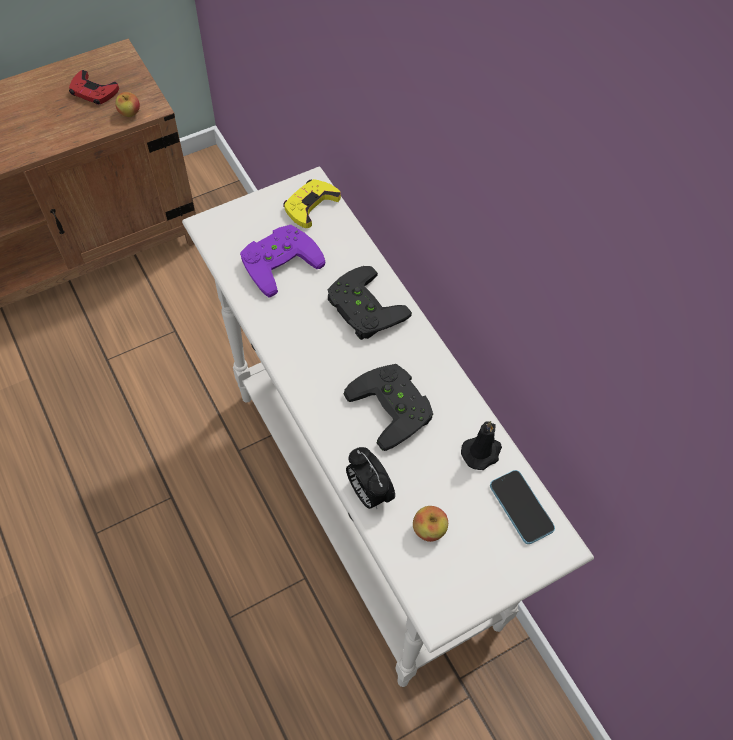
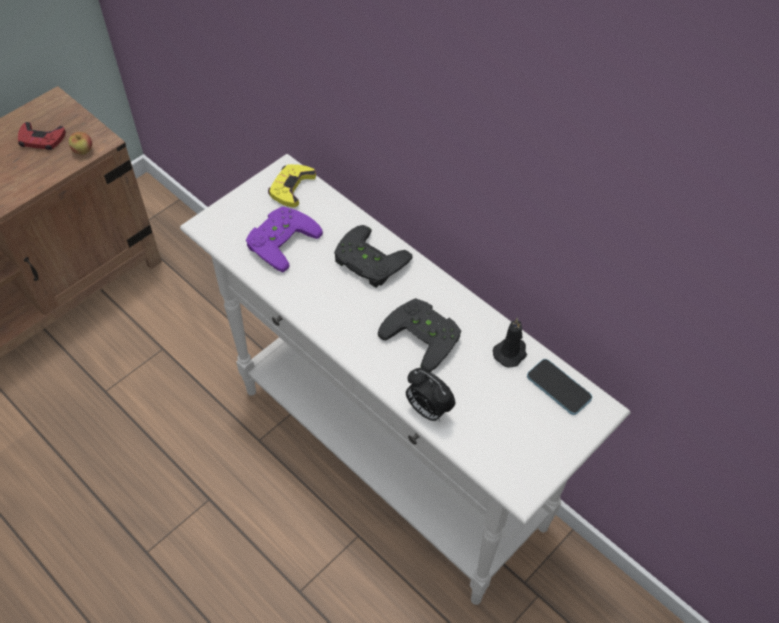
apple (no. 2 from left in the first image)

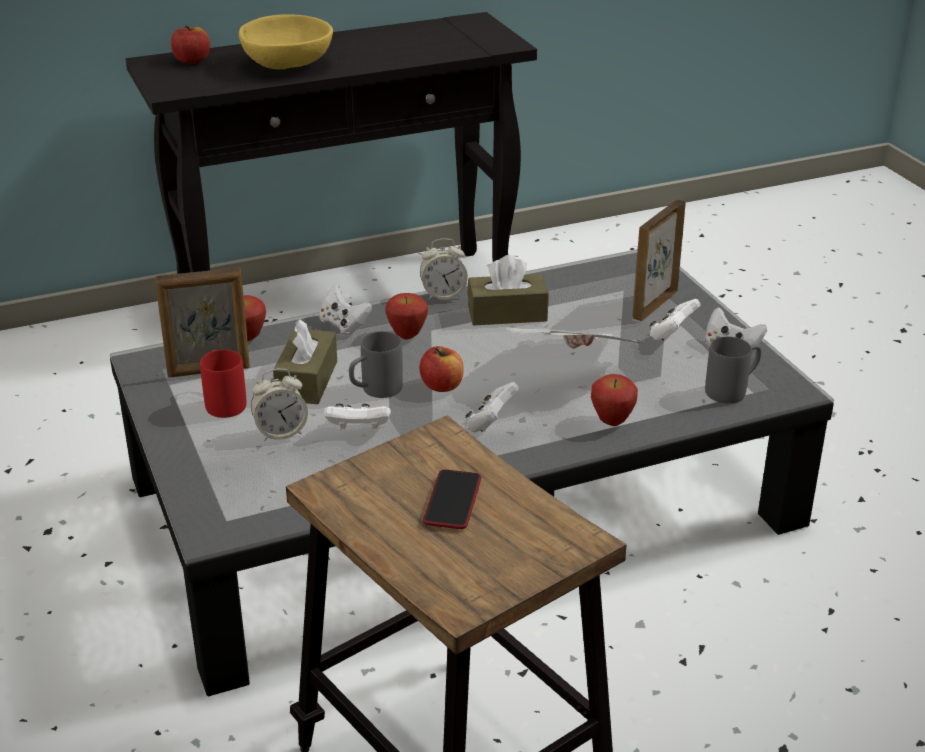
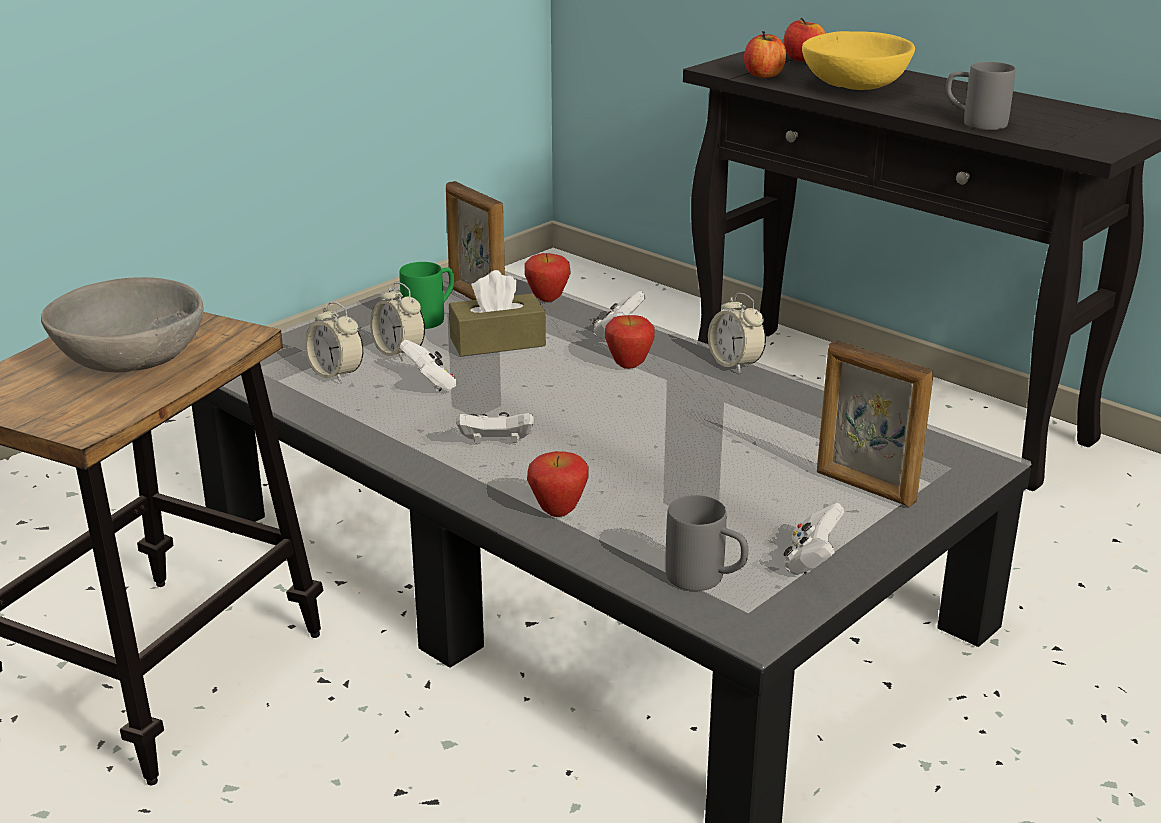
bowl/gray
alarm clock (no. 1 from left)
coffee mug/green
apple (no. 4 from left)
picture frame (no. 2 from left)
coffee mug/gray (no. 2 from left)
box of tissues/brownish (no. 2 from left in the first image)
newspaper
gamepad/white (no. 4 from left in the first image)

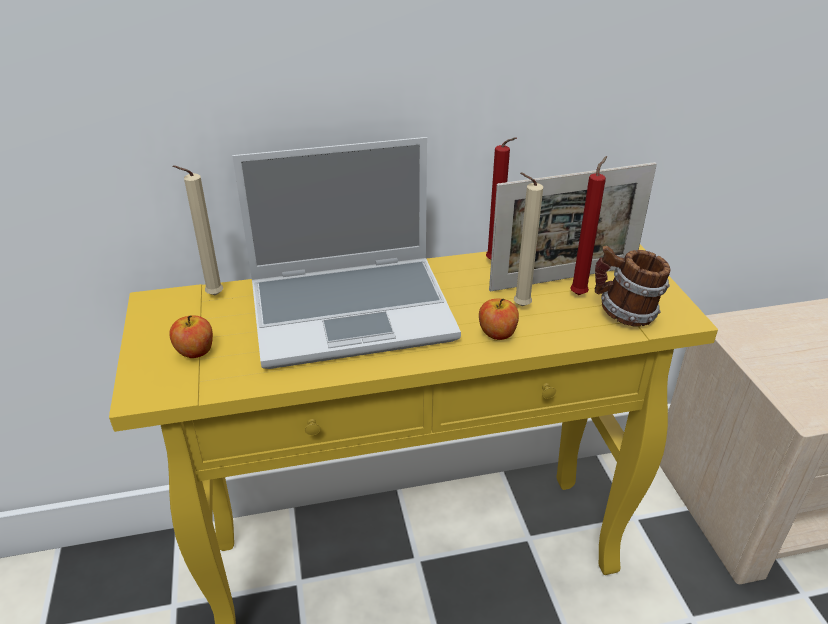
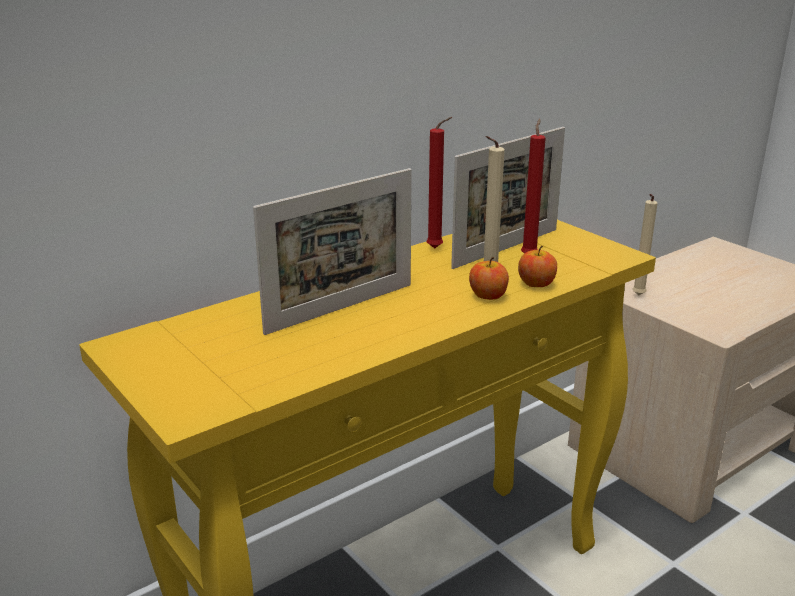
picture frame (no. 1 from left)
apple (no. 2 from left)
wax candle/sand-coloured (no. 2 from left)
coffee mug

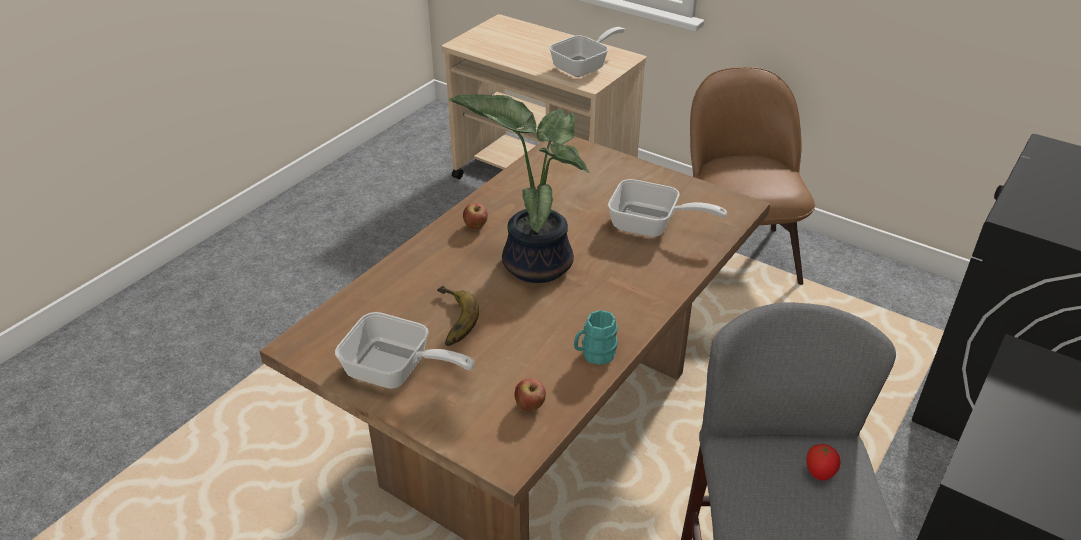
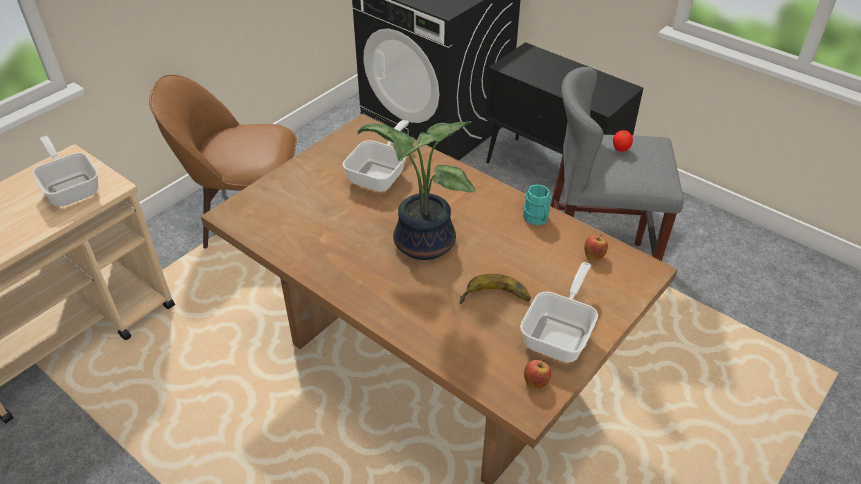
apple (no. 1 from left)

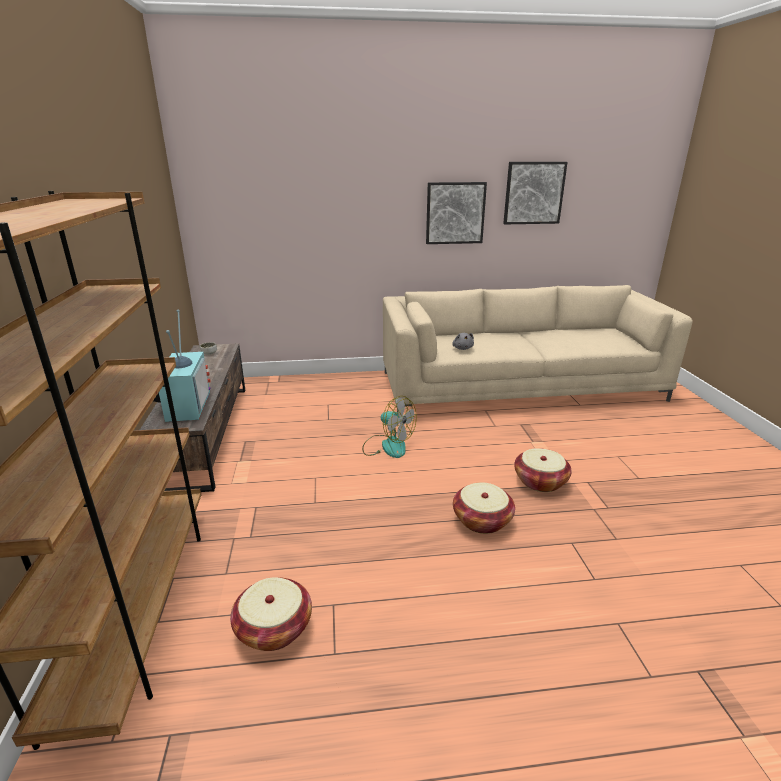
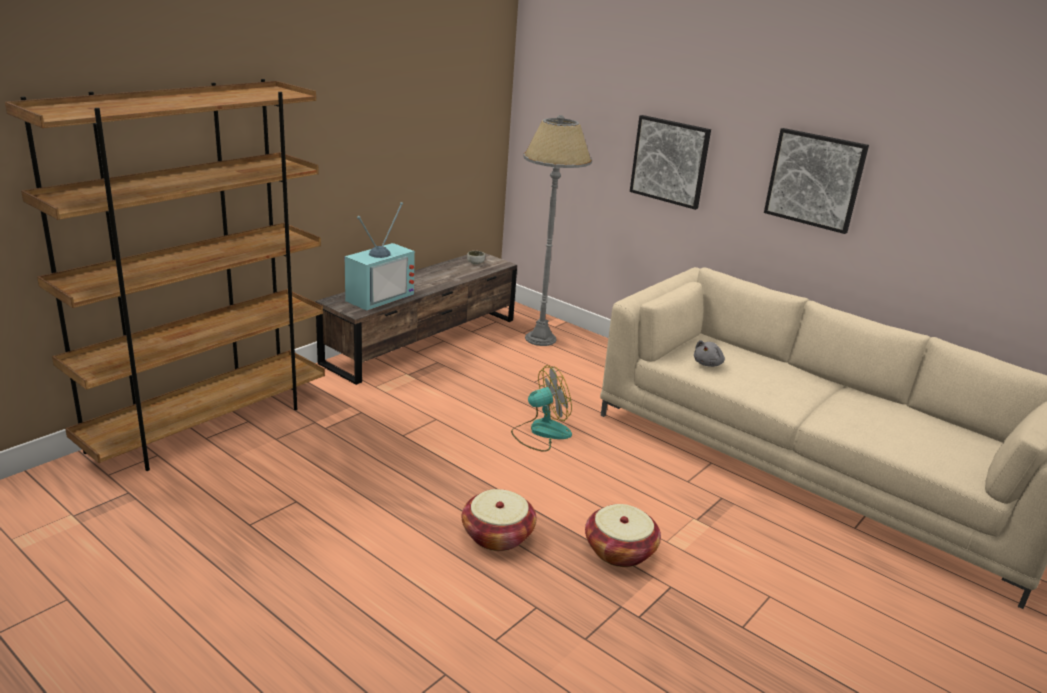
fan
floor lamp/gray
picture (no. 1 from left)
basket (no. 1 from left in the first image)

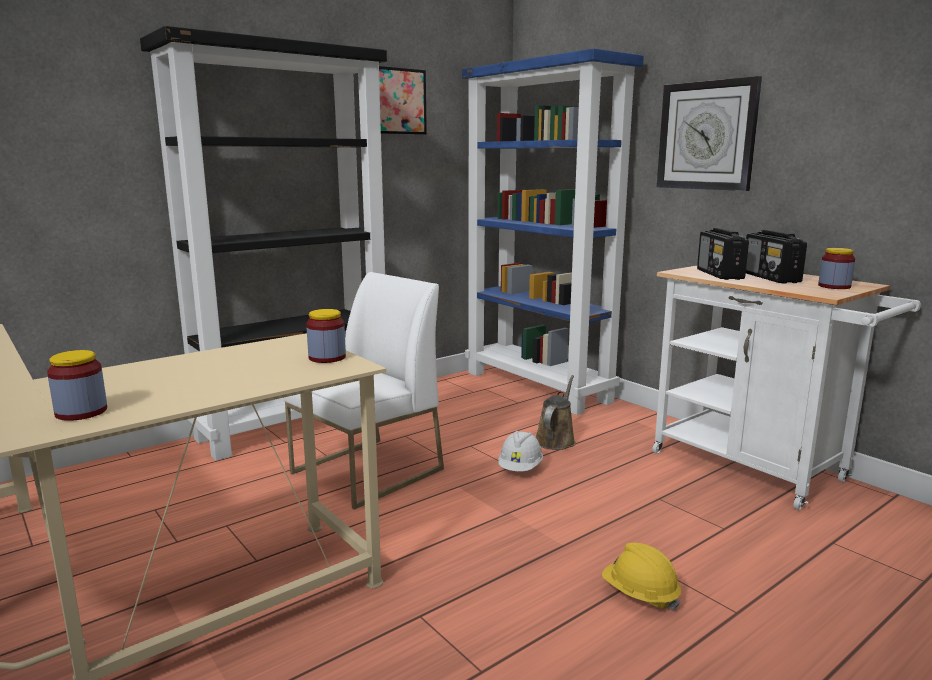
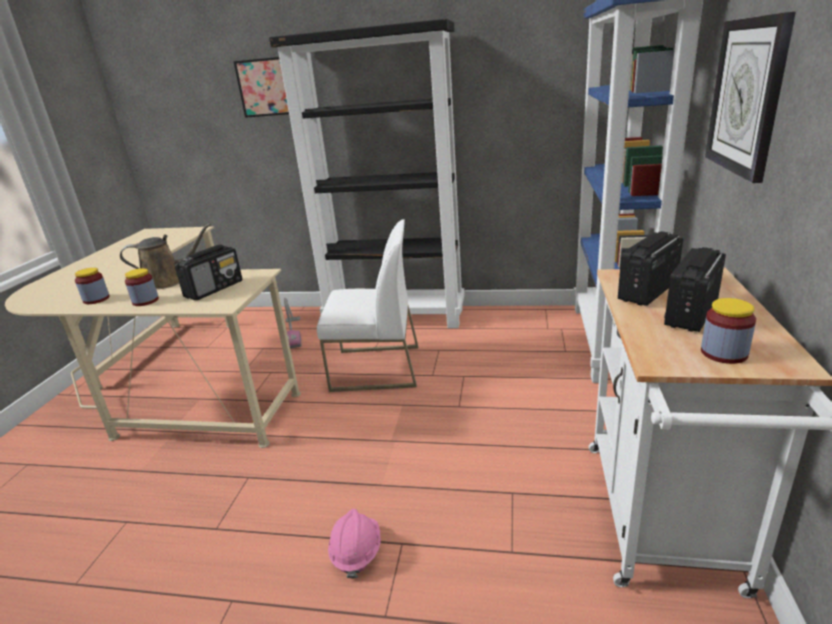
sprinkling can/brownish
preserve jar (no. 2 from left)
radio (no. 1 from left)
picture
hoover
work helmet/pinkish
work helmet/white

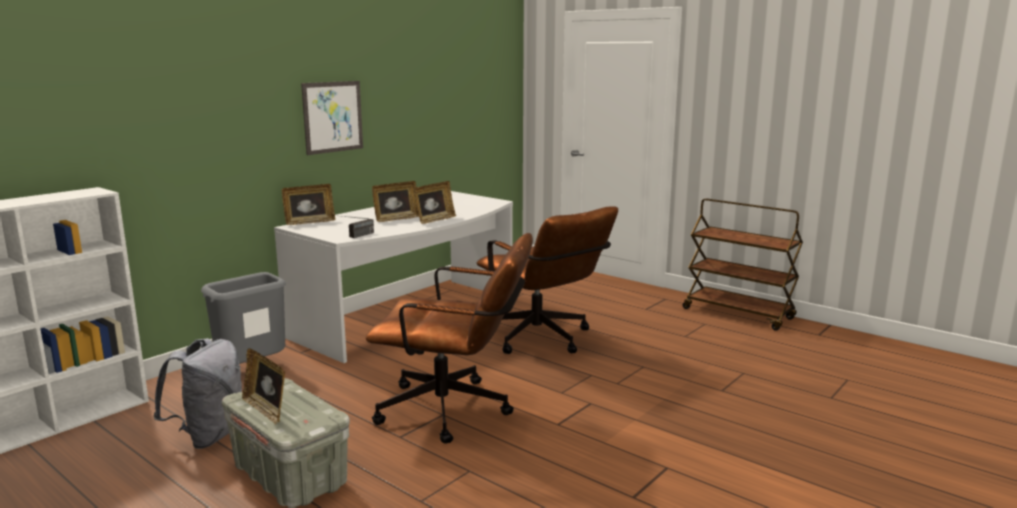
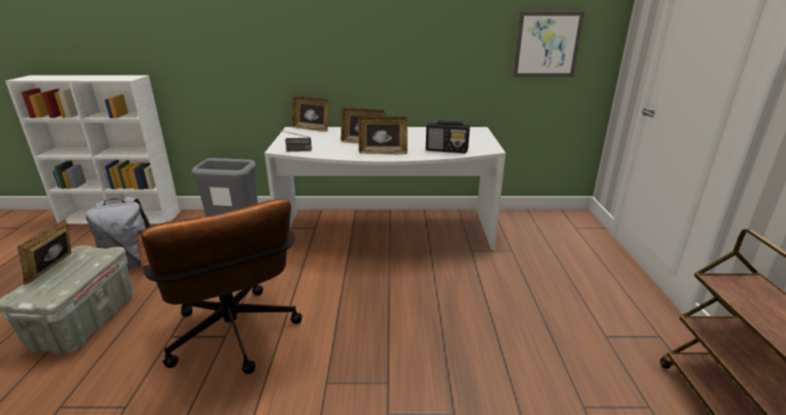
radio (no. 2 from left)
picture
desk chair/brownish (no. 2 from left in the first image)

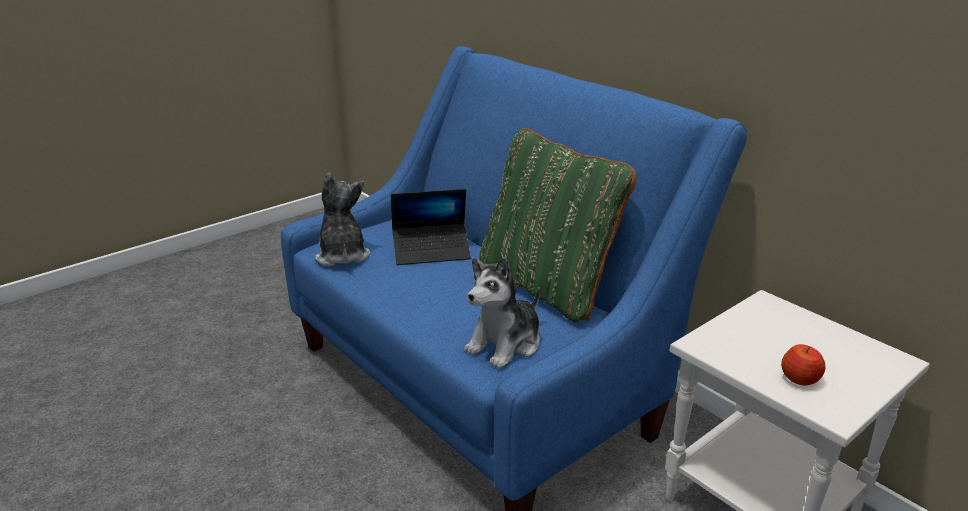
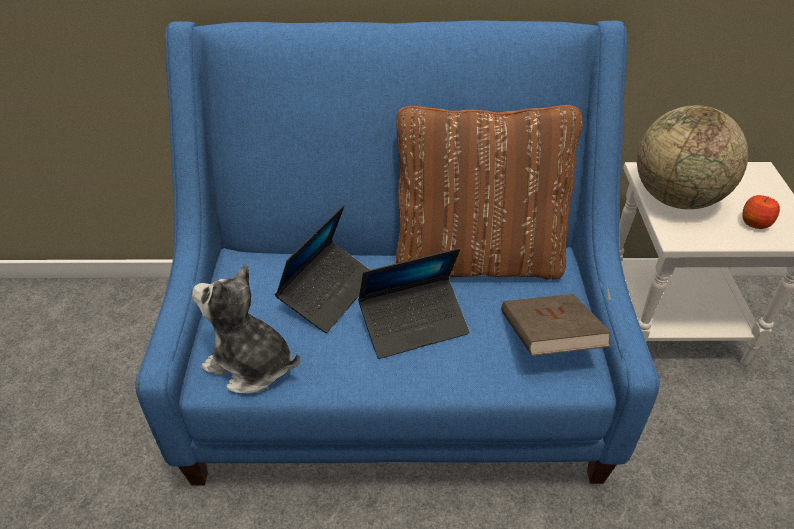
laptop (no. 2 from left)
cushion/brownish
book/brownish
world globe

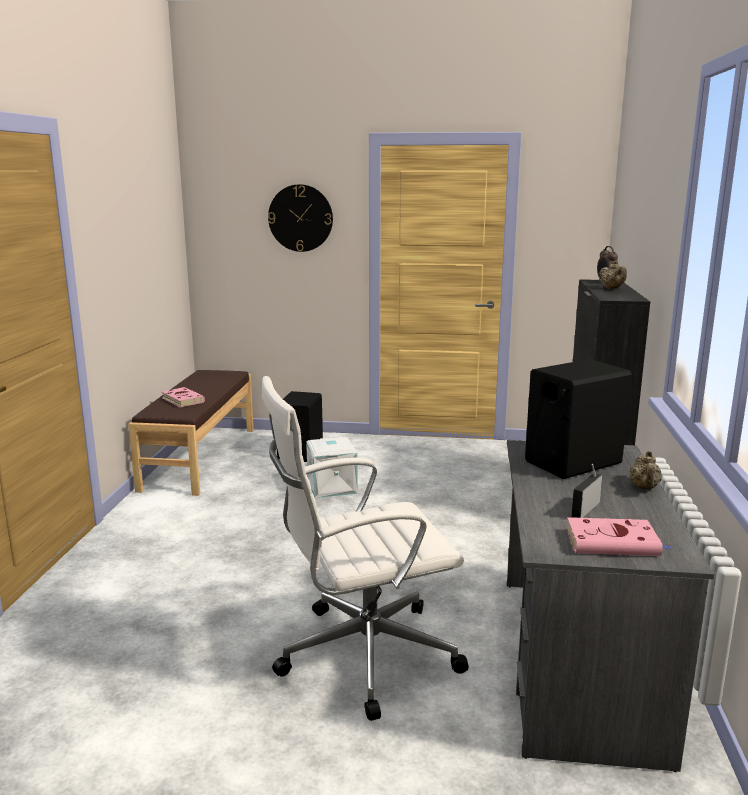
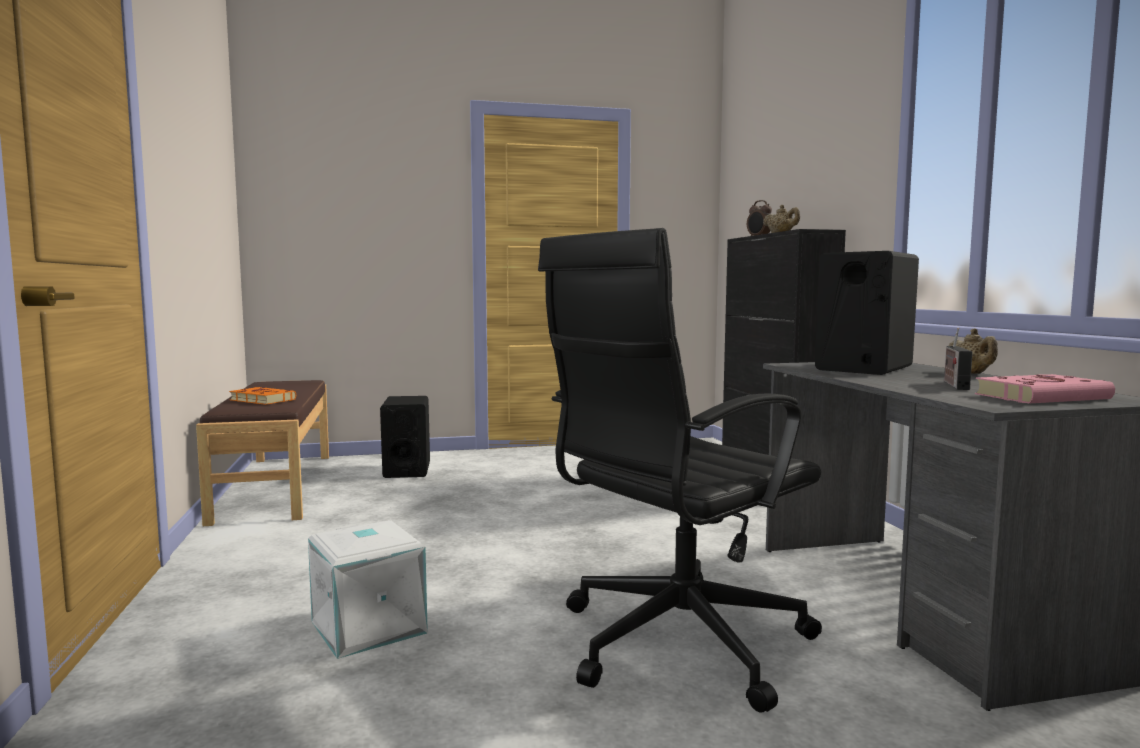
book/orange-coloured
storage box/white
desk chair/black
hanging clock

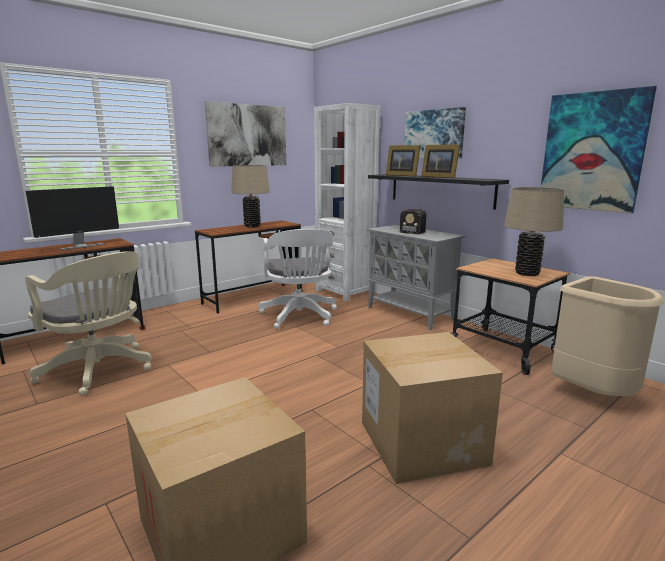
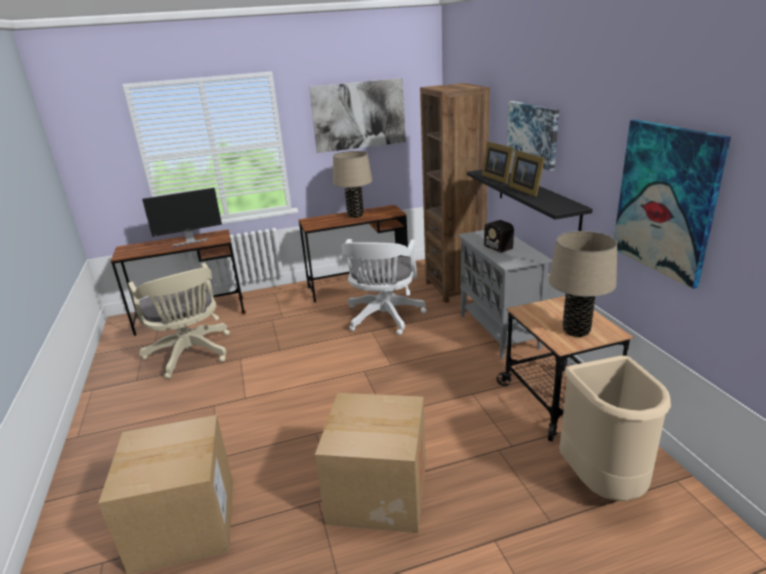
bookcase/brownish

